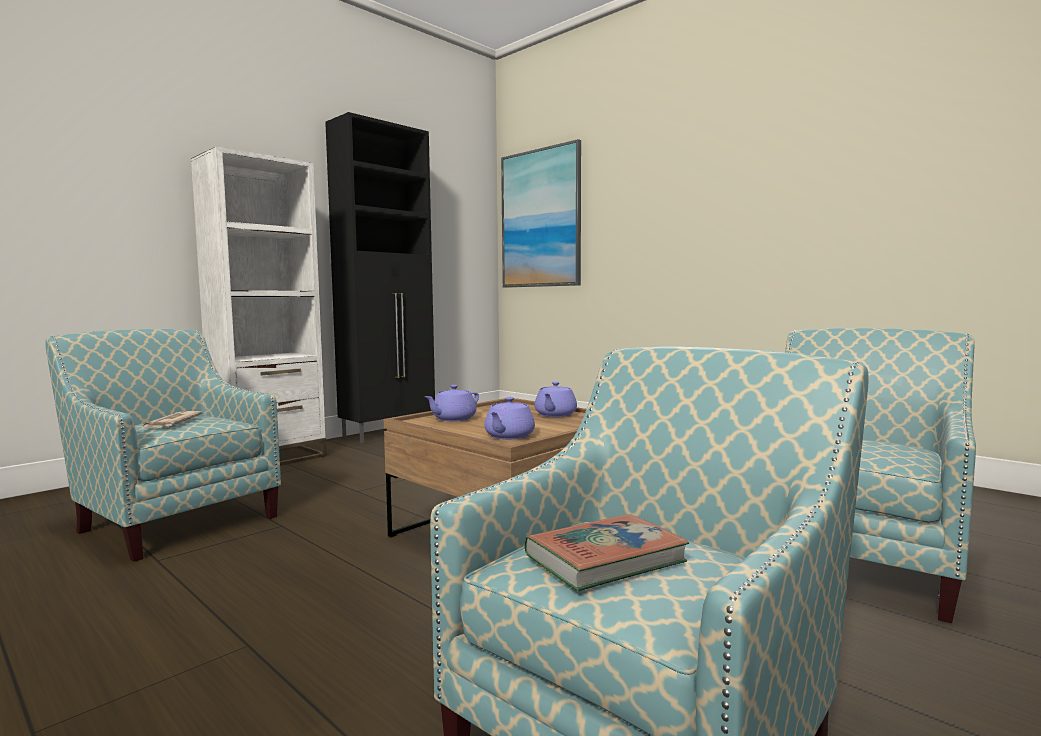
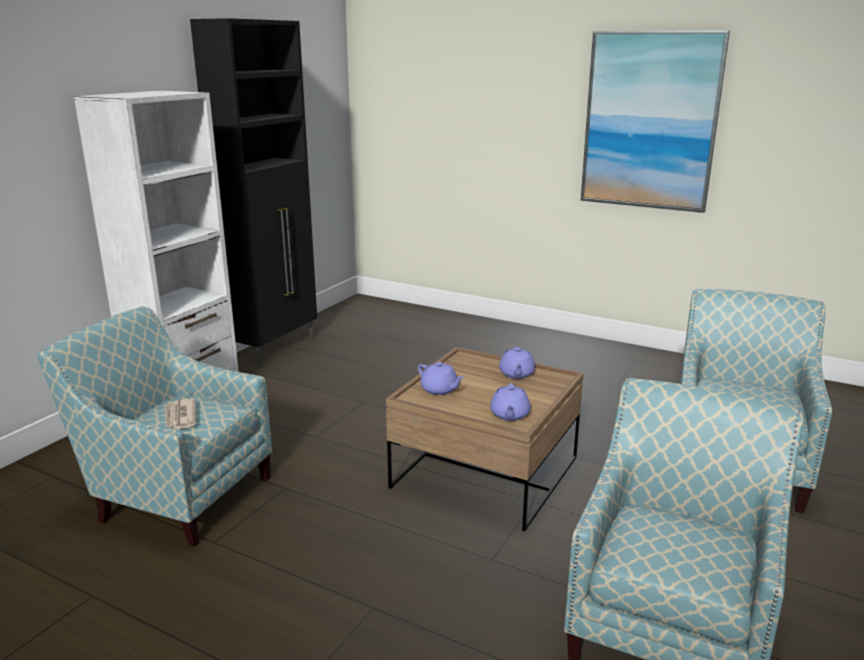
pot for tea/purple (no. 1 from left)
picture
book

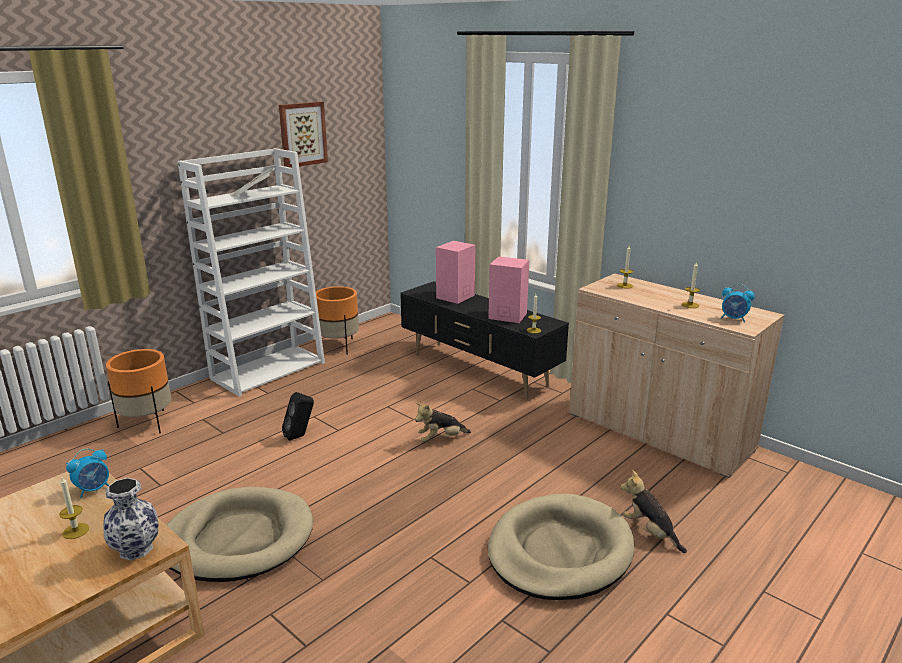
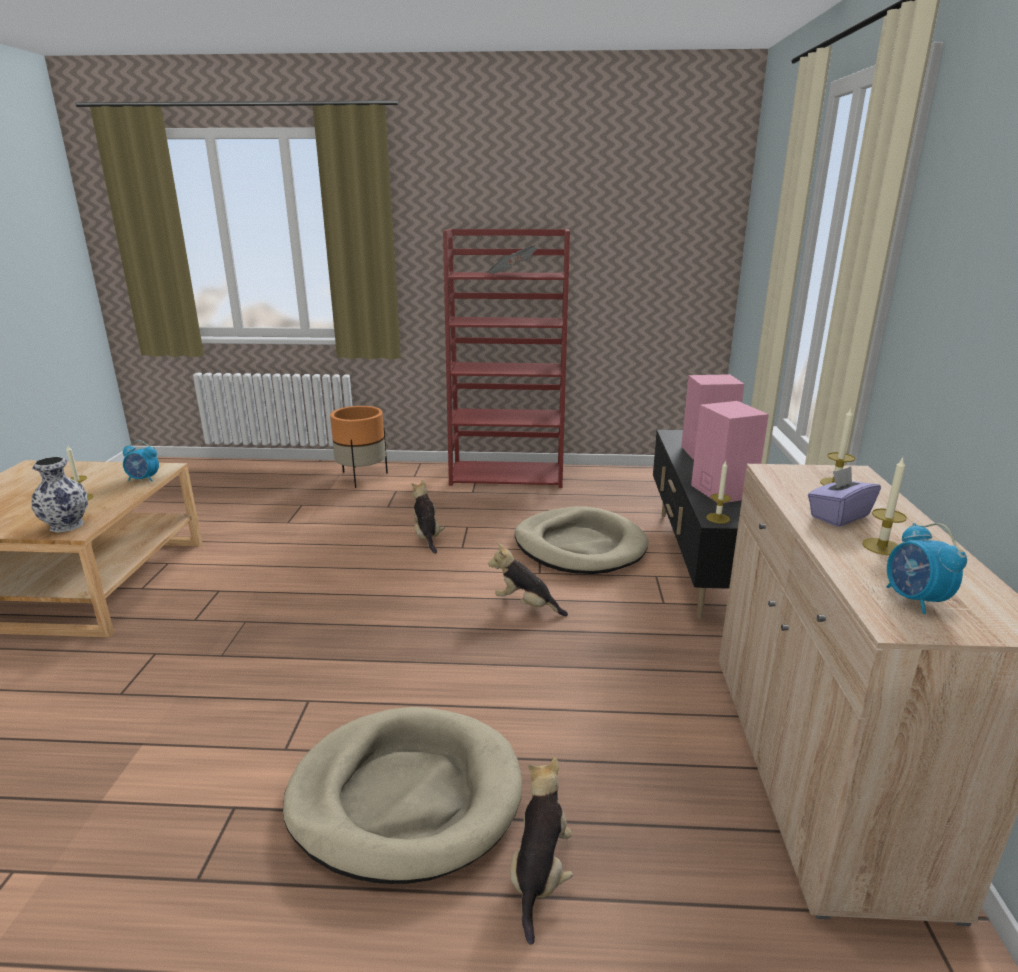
cuddly toy (no. 1 from left)
bookcase/reddish
dog bed/sand-coloured (no. 2 from left)
box of tissues/purple
picture
planter/orange-coloured (no. 2 from left in the first image)

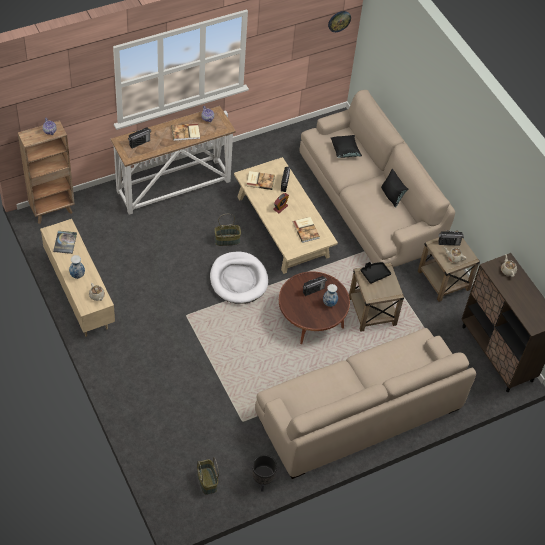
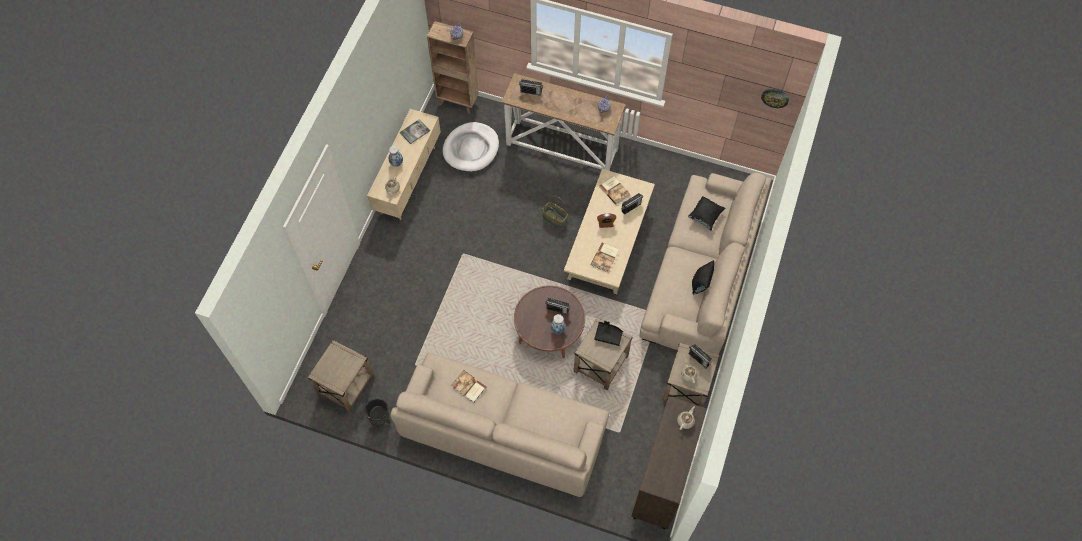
end table/sand-coloured (no. 1 from left)
dog bed/white
book (no. 2 from left)

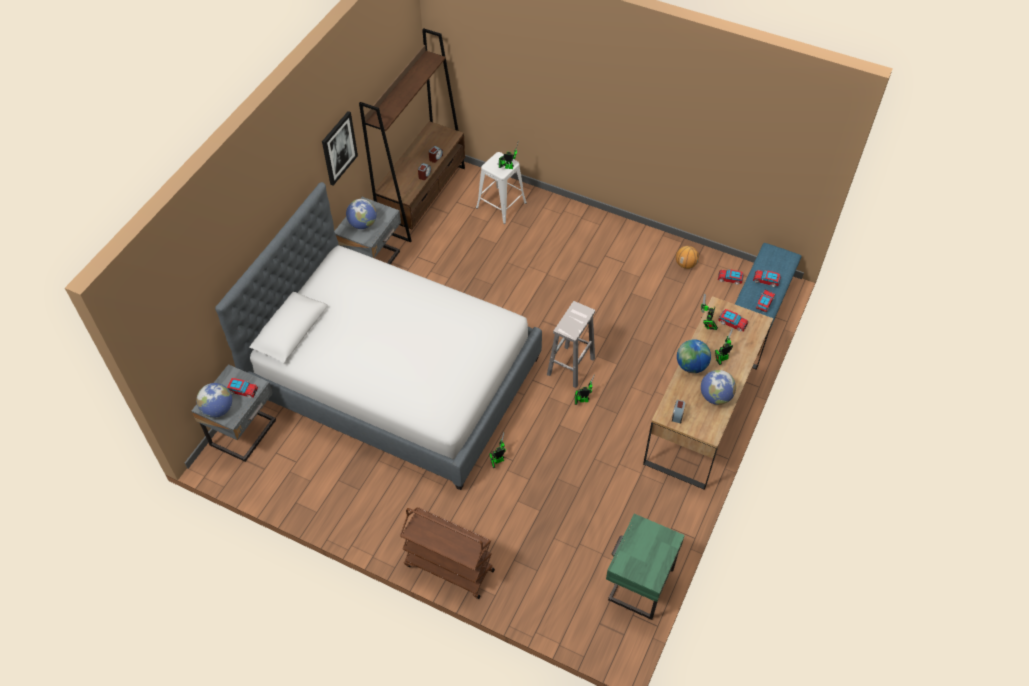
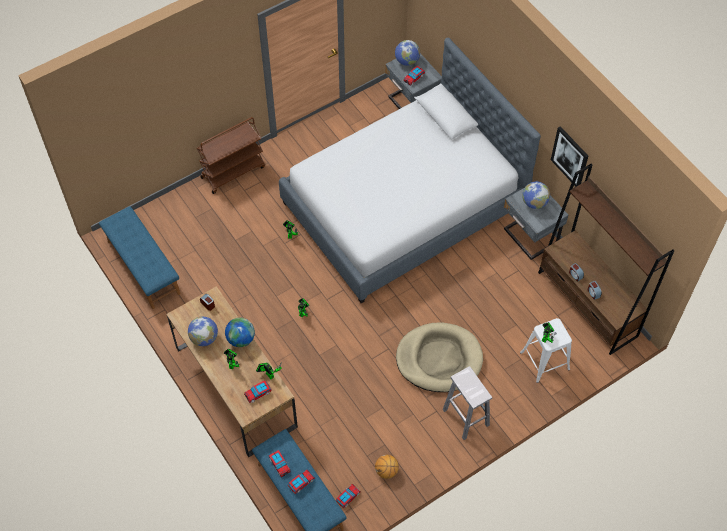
indoor bench/blue-coloured (no. 1 from left)
dog bed/sand-coloured
sitting stool/white (no. 1 from left)

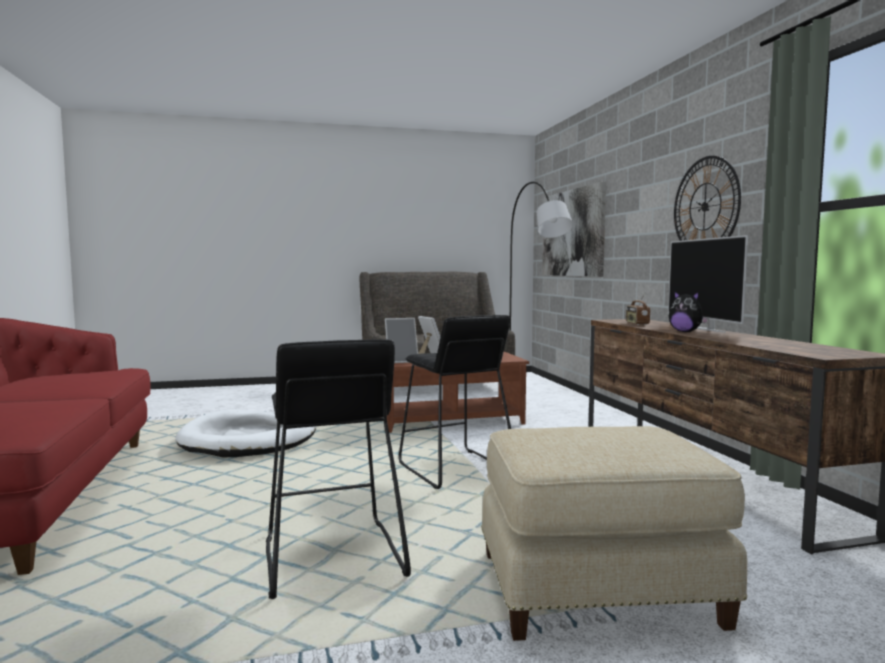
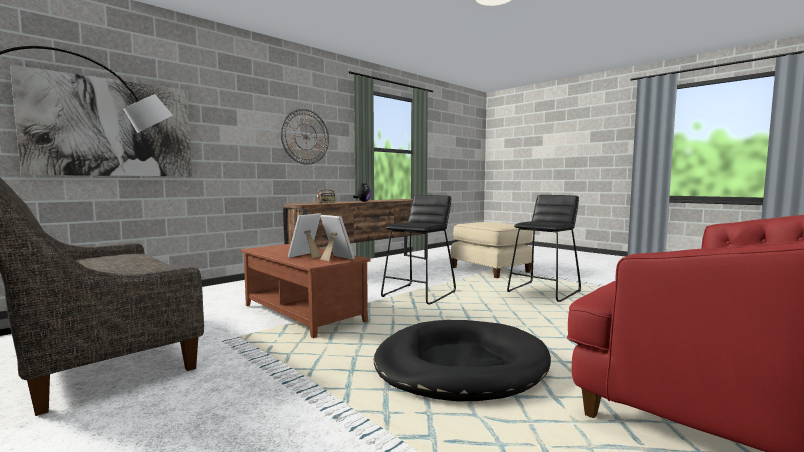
dog bed/black
television

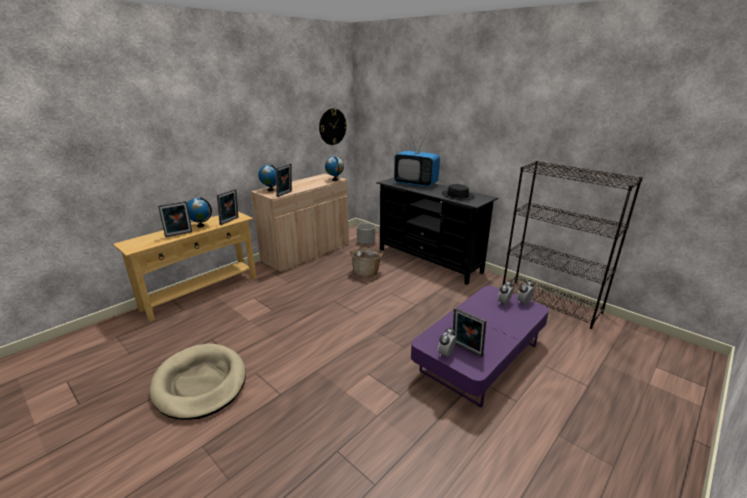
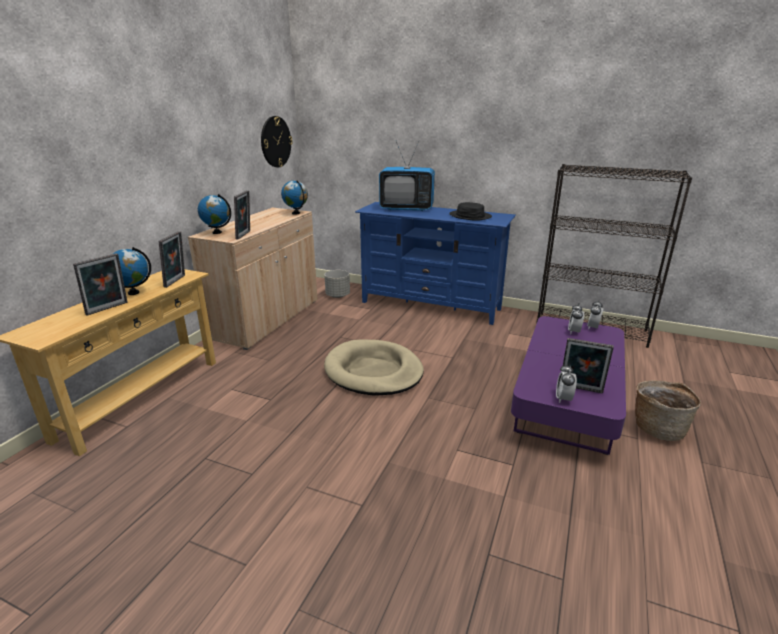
dog bed/sand-coloured
media console/blue-coloured
basket

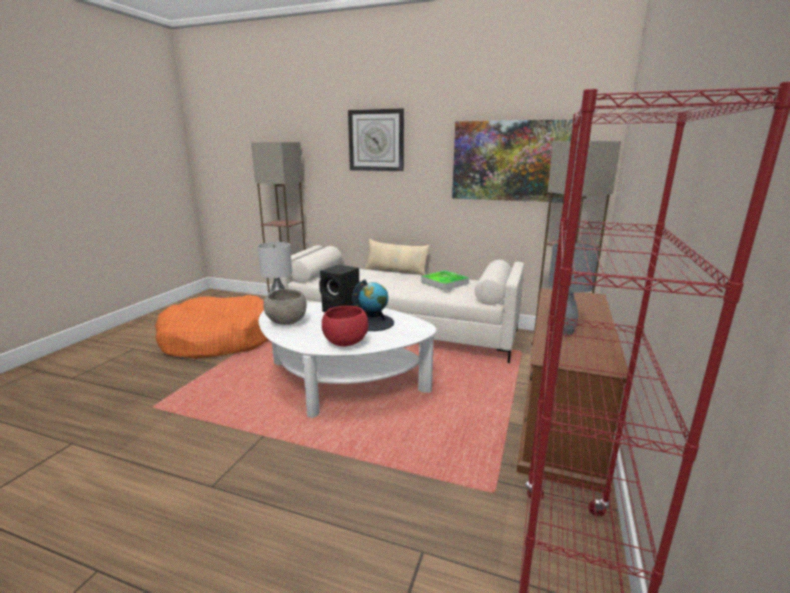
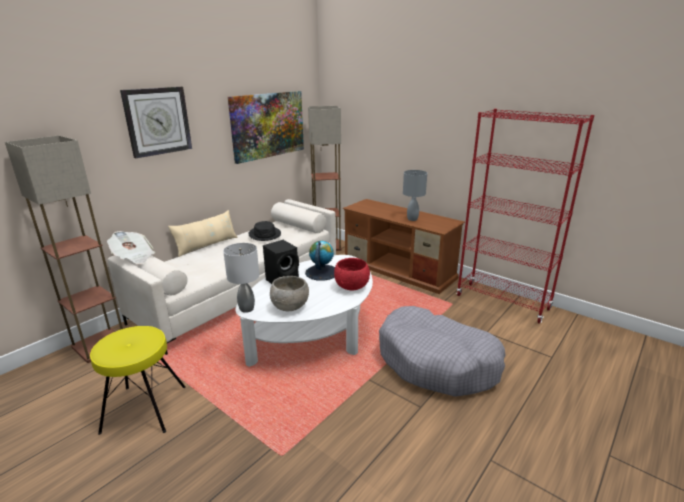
sitting stool/yellow-coloured
newspaper
hat/black
dog bed/gray

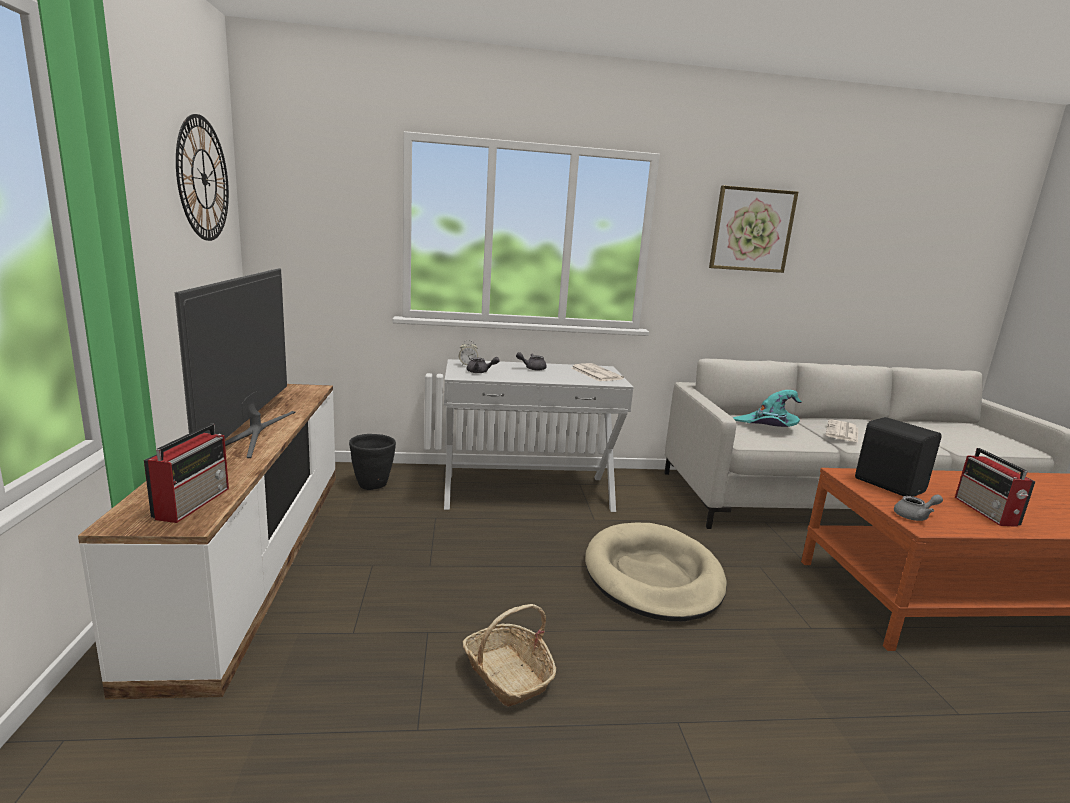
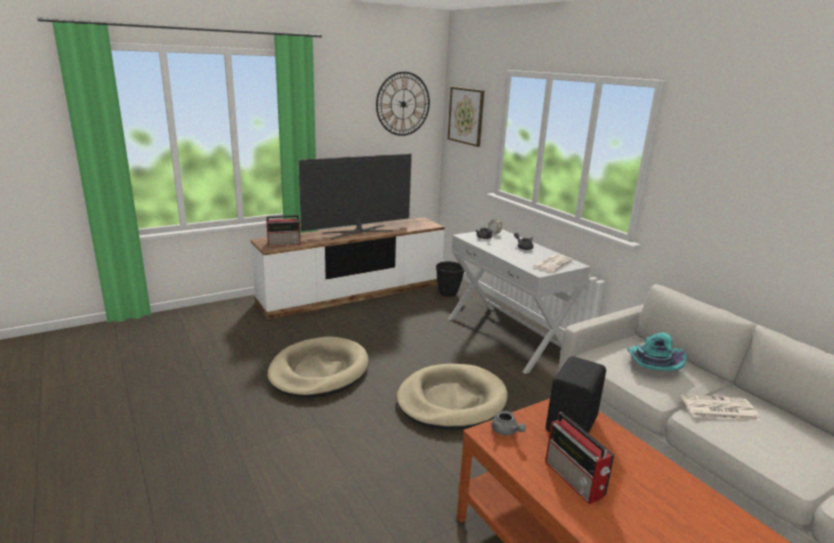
dog bed/sand-coloured (no. 1 from left)
picture
radio (no. 2 from left)

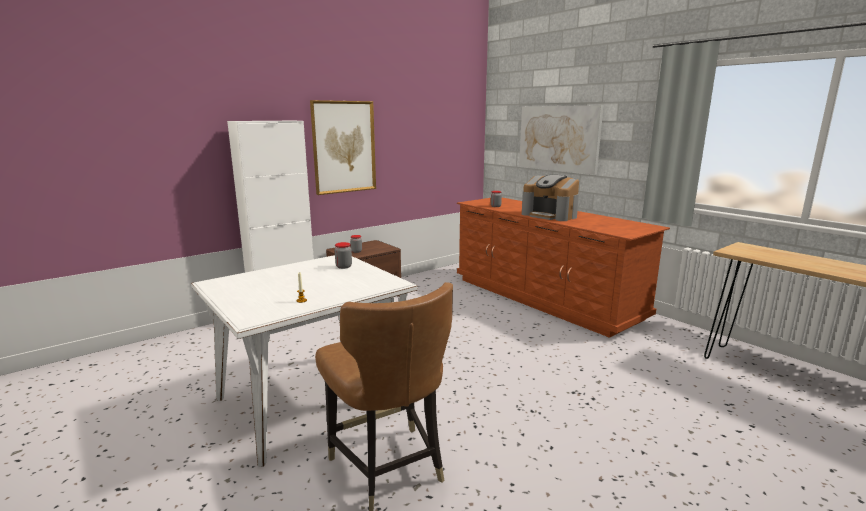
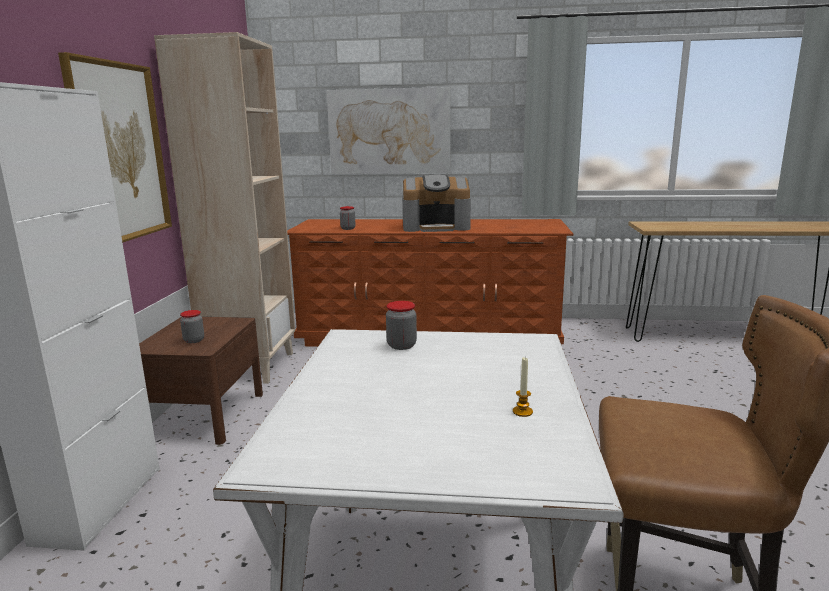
bookcase/sand-coloured

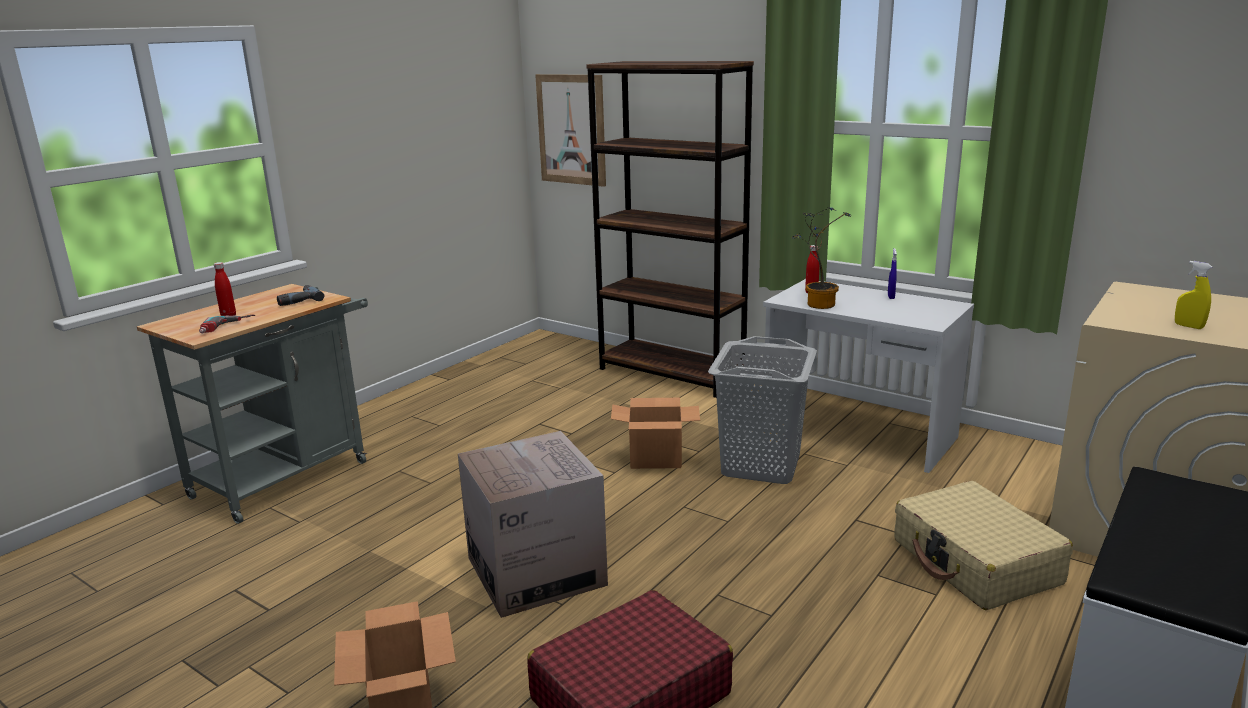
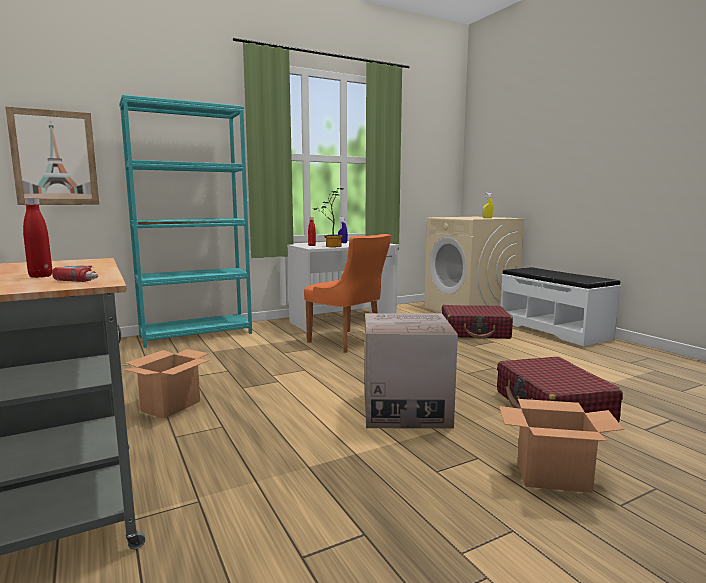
bookcase/blue-green
cardboard box (no. 1 from left)
upright chair/orange-coloured
piece of luggage/reddish (no. 1 from left)
power drill (no. 2 from left in the first image)

